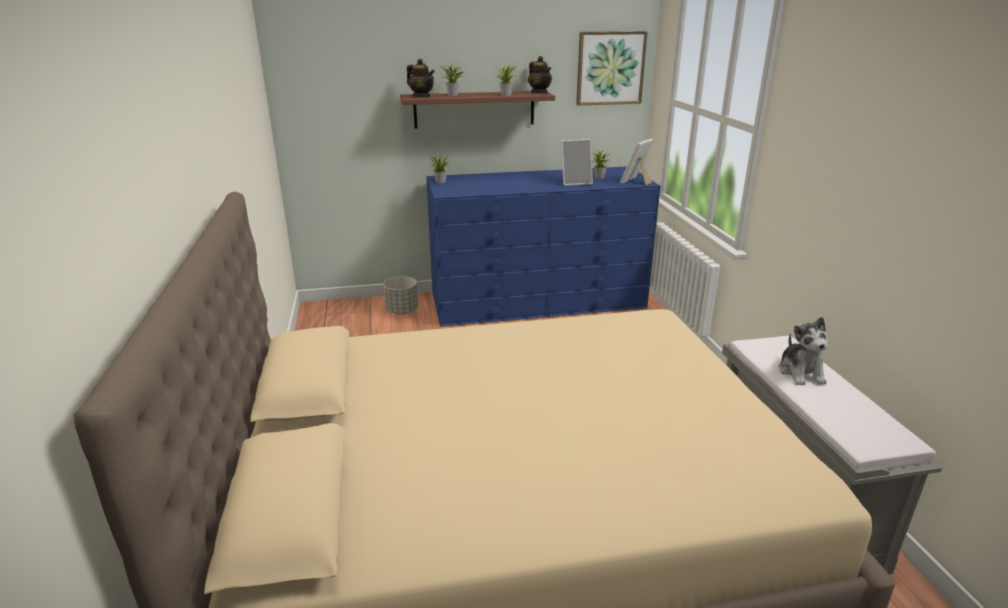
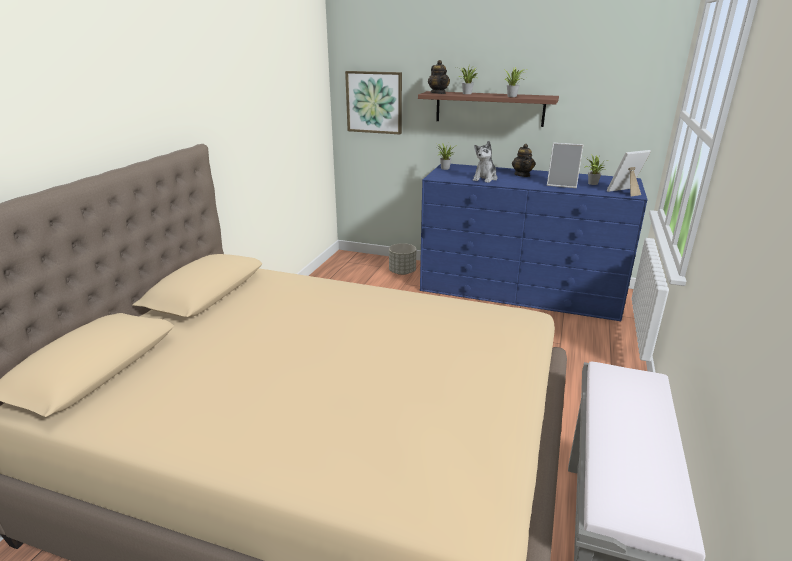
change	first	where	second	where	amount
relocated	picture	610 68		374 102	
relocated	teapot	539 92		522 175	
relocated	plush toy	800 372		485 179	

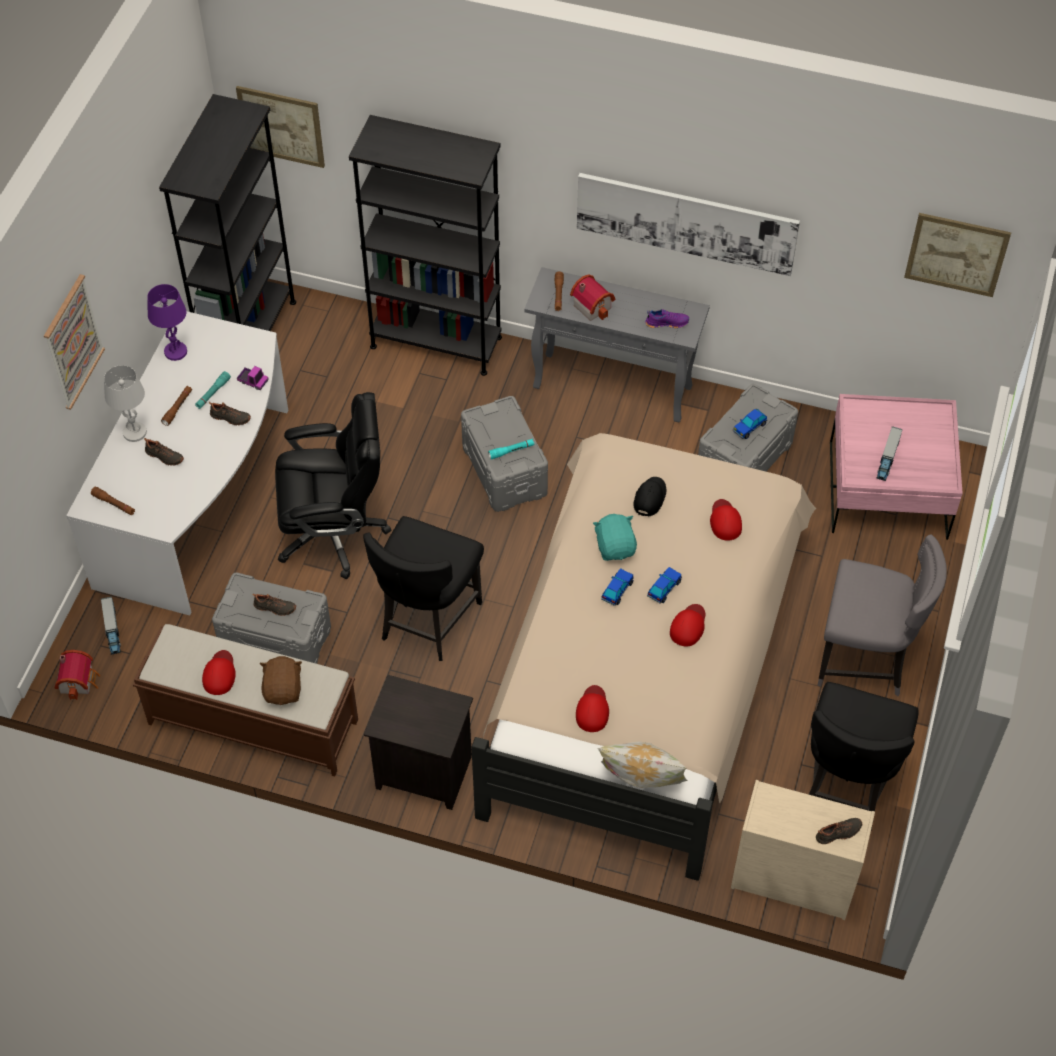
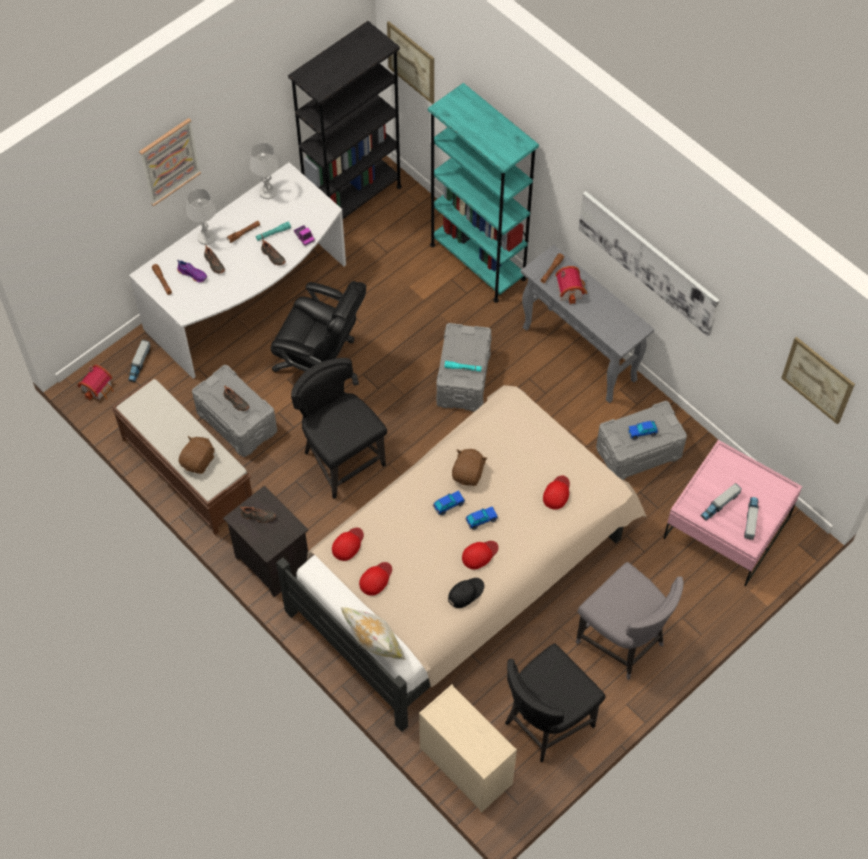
change	first	where	second	where	amount
colour	bookcase in black	436 342	bookcase in turquoise	477 262	
colour	table lamp in purple	175 351	table lamp in white	268 192	
relocated	shoe in purple	666 322		193 274	
relocated	cap in black	650 498		465 593	
colour	plush toy in turquoise	615 547	plush toy in brown	468 473	
spun	chair in black	427 620		342 459	90 degrees clockwise
relocated	cap in red	219 674		348 544	
relocated	shoe in black	838 833		258 516	
appeared			toy truck	751 519	

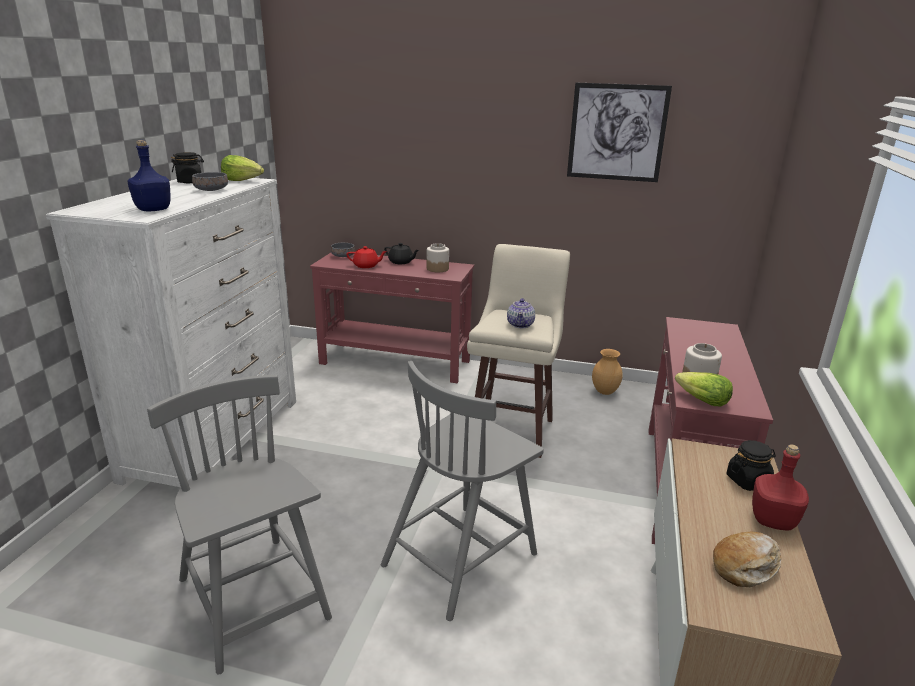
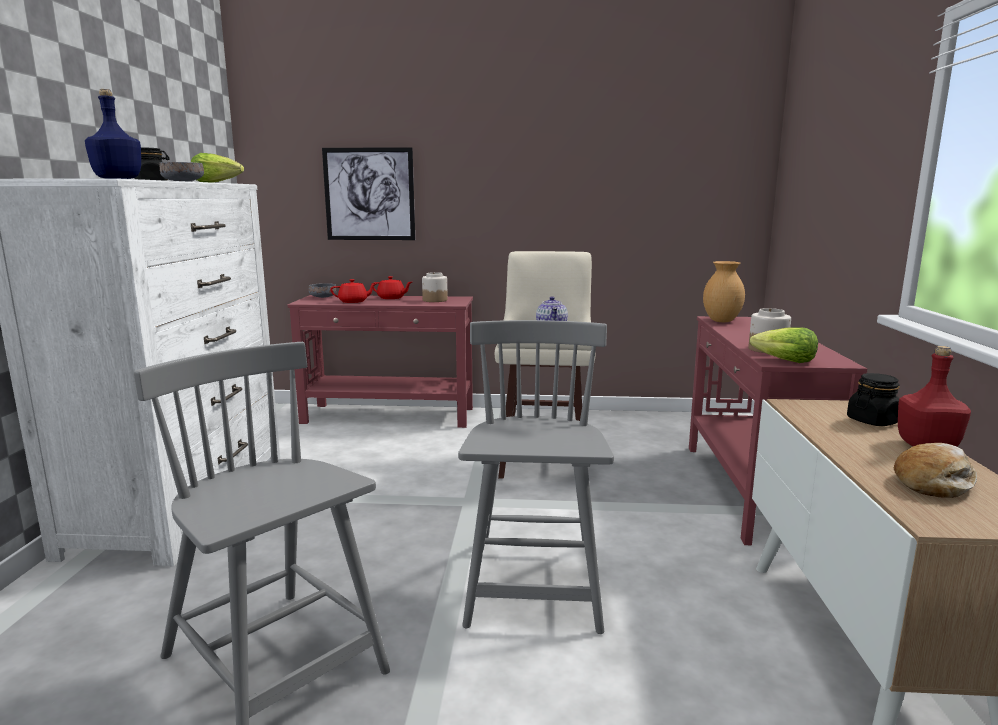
change	first	where	second	where	amount
relocated	picture	617 132		369 194	
colour	teapot in black	401 262	teapot in red	391 298	
relocated	vase in brown	605 392		722 321	
spun	chair in grey	461 557		534 584	150 degrees clockwise

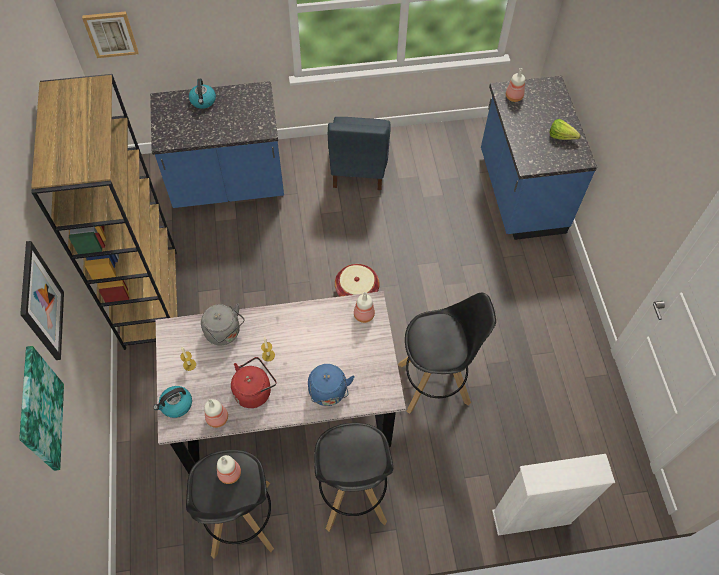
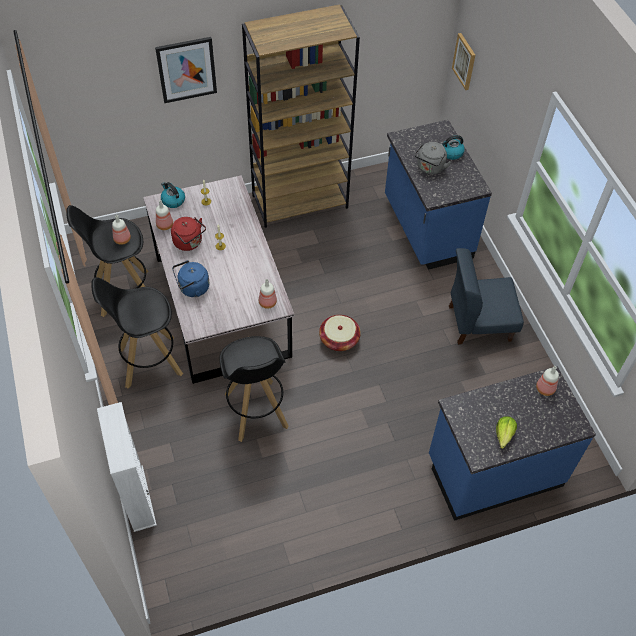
change	first	where	second	where	amount
relocated	kettle in grey	225 333		430 168	
missing	picture	39 410			

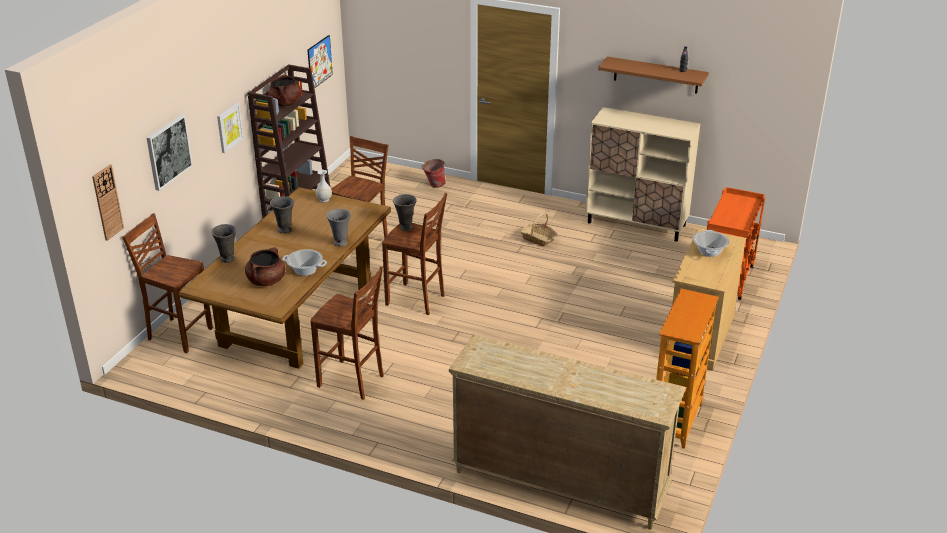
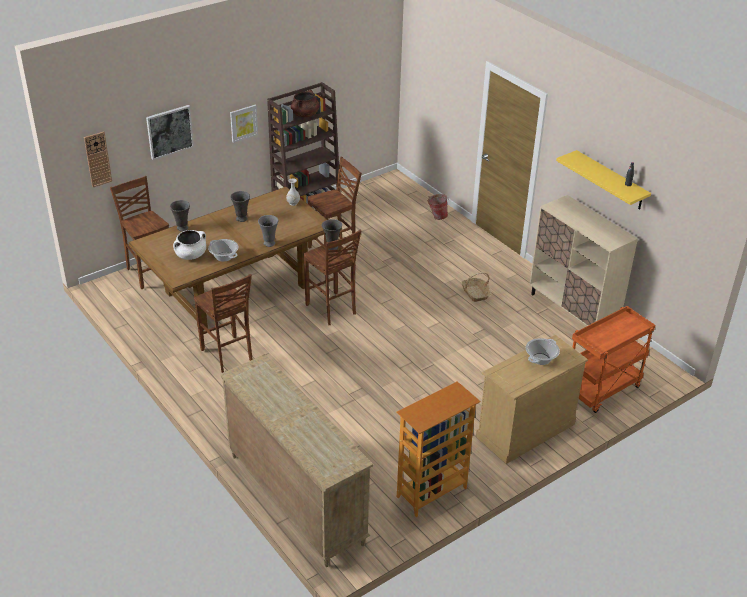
change	first	where	second	where	amount
missing	picture	319 62			
colour	shelf in brown	656 75	shelf in yellow	611 181	
colour	cooking pot in brown	266 281	cooking pot in white	191 255	

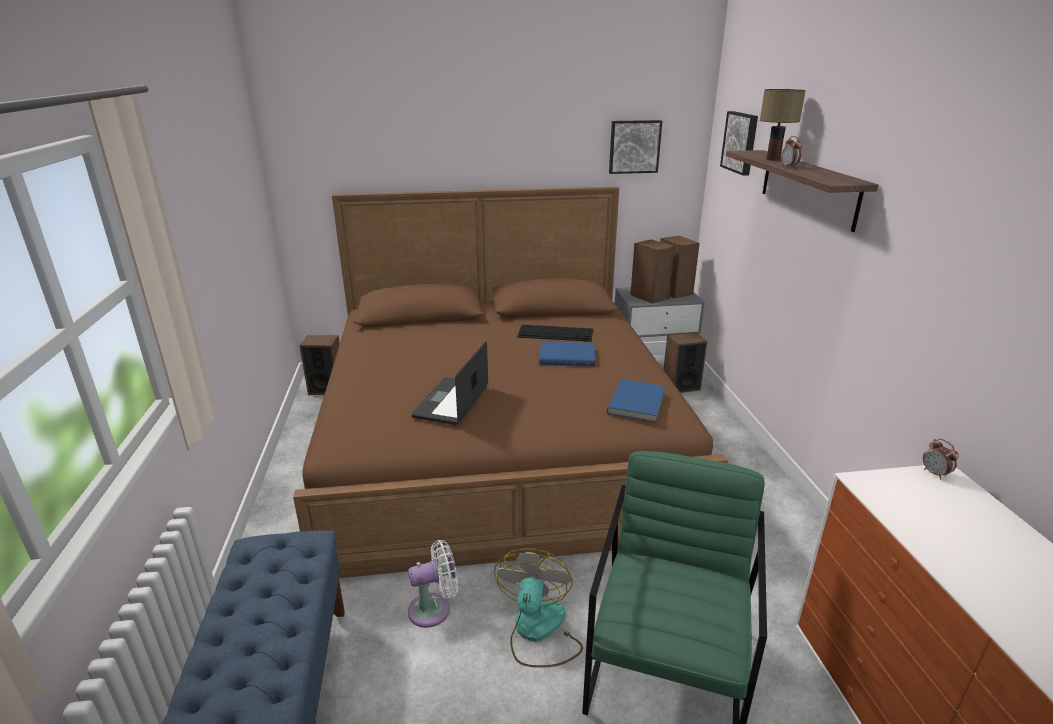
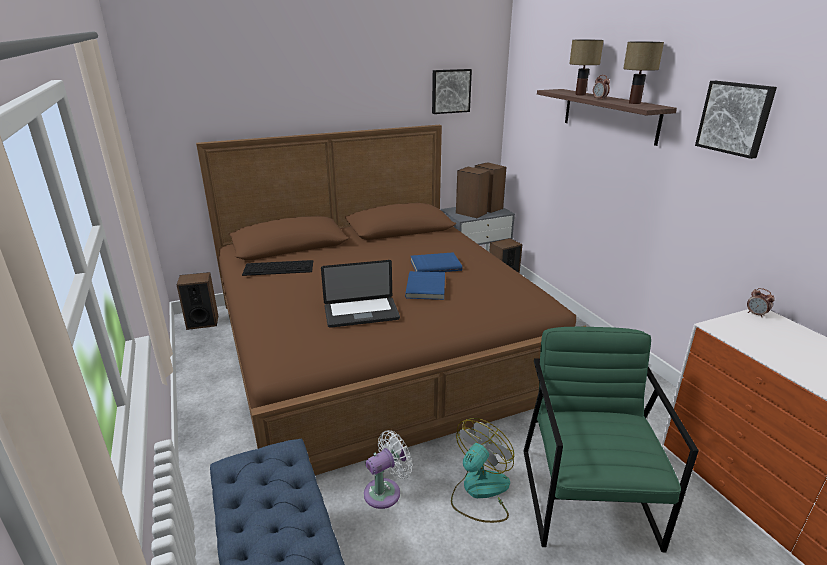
change	first	where	second	where	amount
relocated	picture	741 142		735 118	
relocated	keyboard	556 333		279 267	
spun	laptop	451 402		361 313	105 degrees counterclockwise
relocated	book in blue	638 403		427 287	
spun	fan	538 632		479 491	45 degrees clockwise
appeared			table lamp	635 103	

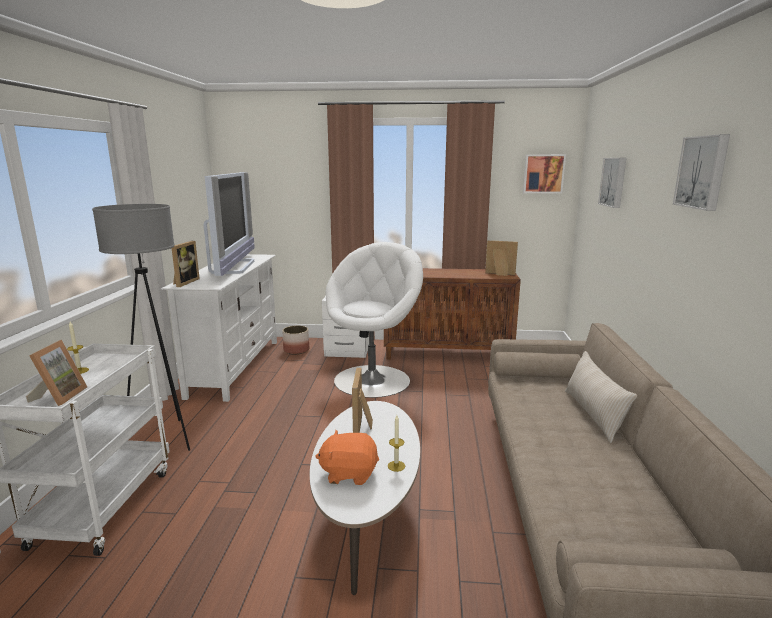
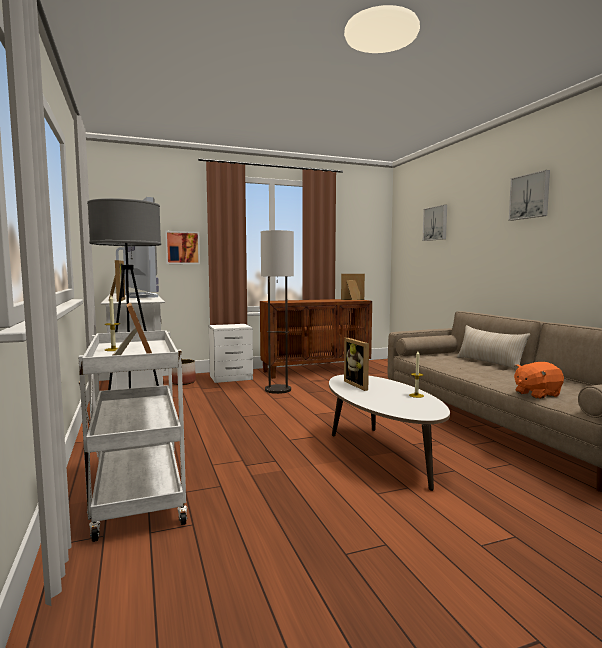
change	first	where	second	where	amount
relocated	picture	543 173		182 247	
exchanged	armchair in white	373 380	floor lamp	278 390	
relocated	plush toy in orange	349 473		536 394	

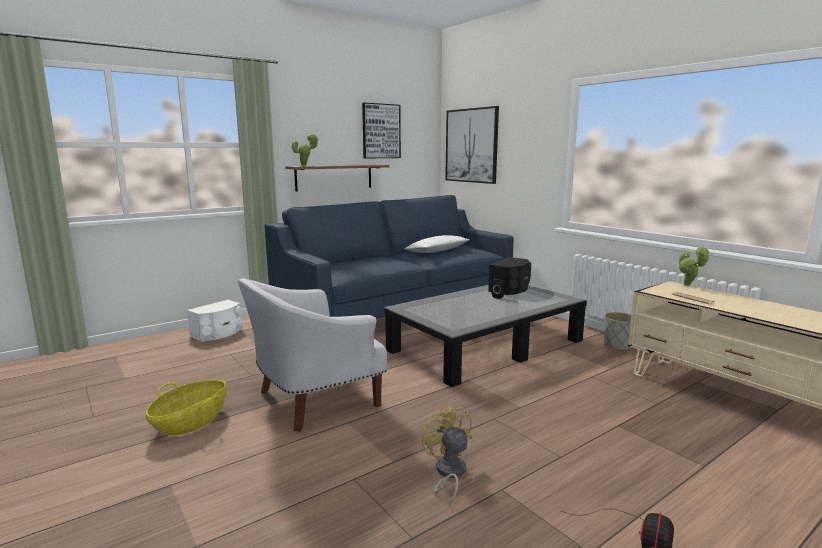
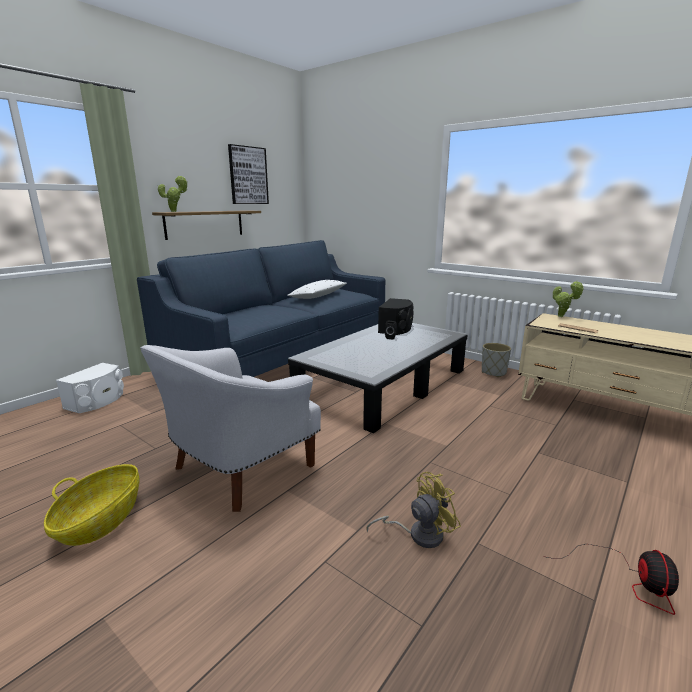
change	first	where	second	where	amount
missing	picture	471 145			
spun	fan in yellow	448 473		418 534	105 degrees clockwise

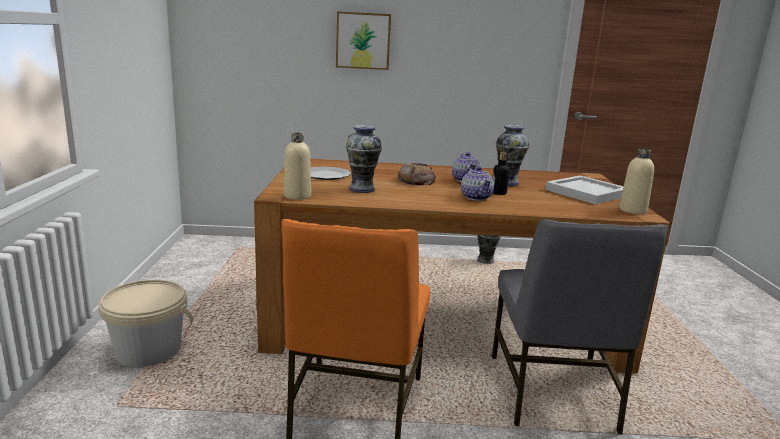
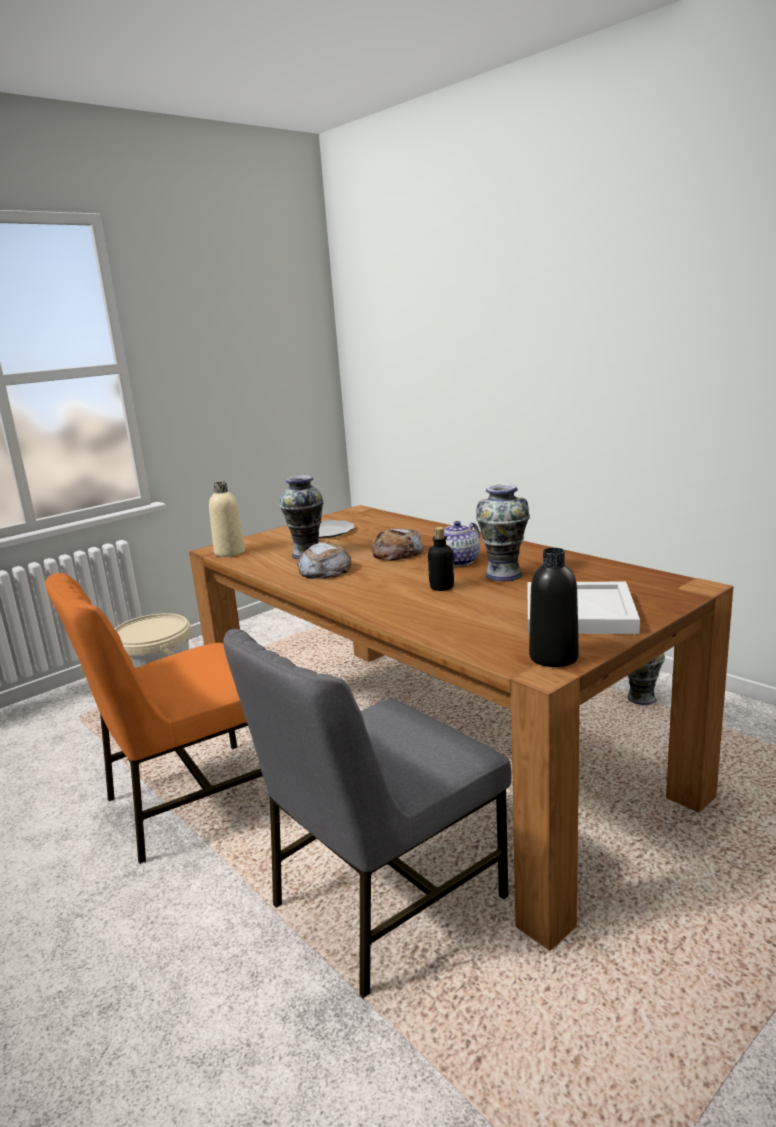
change	first	where	second	where	amount
missing	picture	363 41			
colour	bottle in beige	632 210	bottle in black	553 657	
missing	teapot	476 197			
appeared			bread	324 570	

